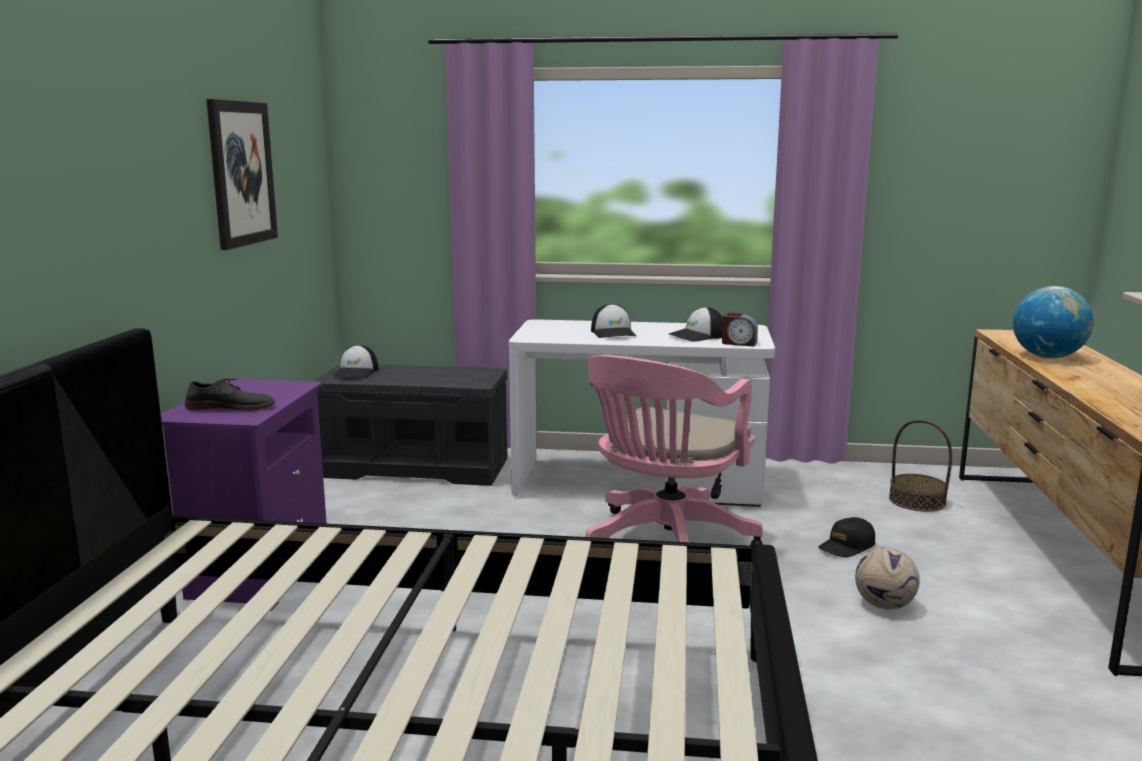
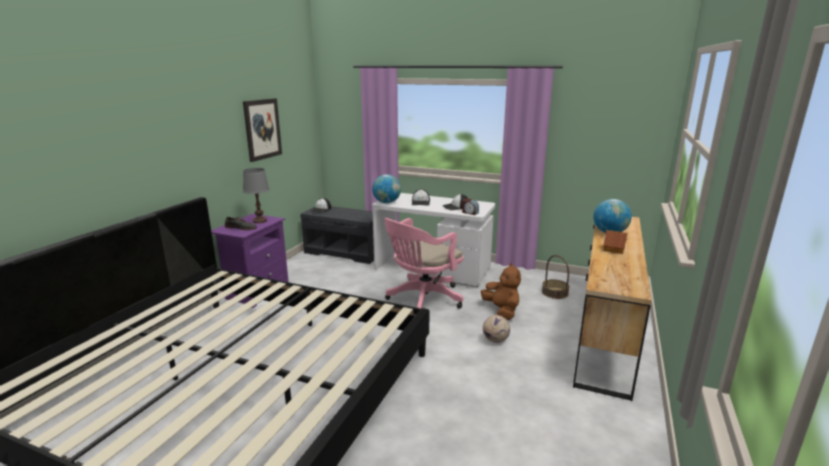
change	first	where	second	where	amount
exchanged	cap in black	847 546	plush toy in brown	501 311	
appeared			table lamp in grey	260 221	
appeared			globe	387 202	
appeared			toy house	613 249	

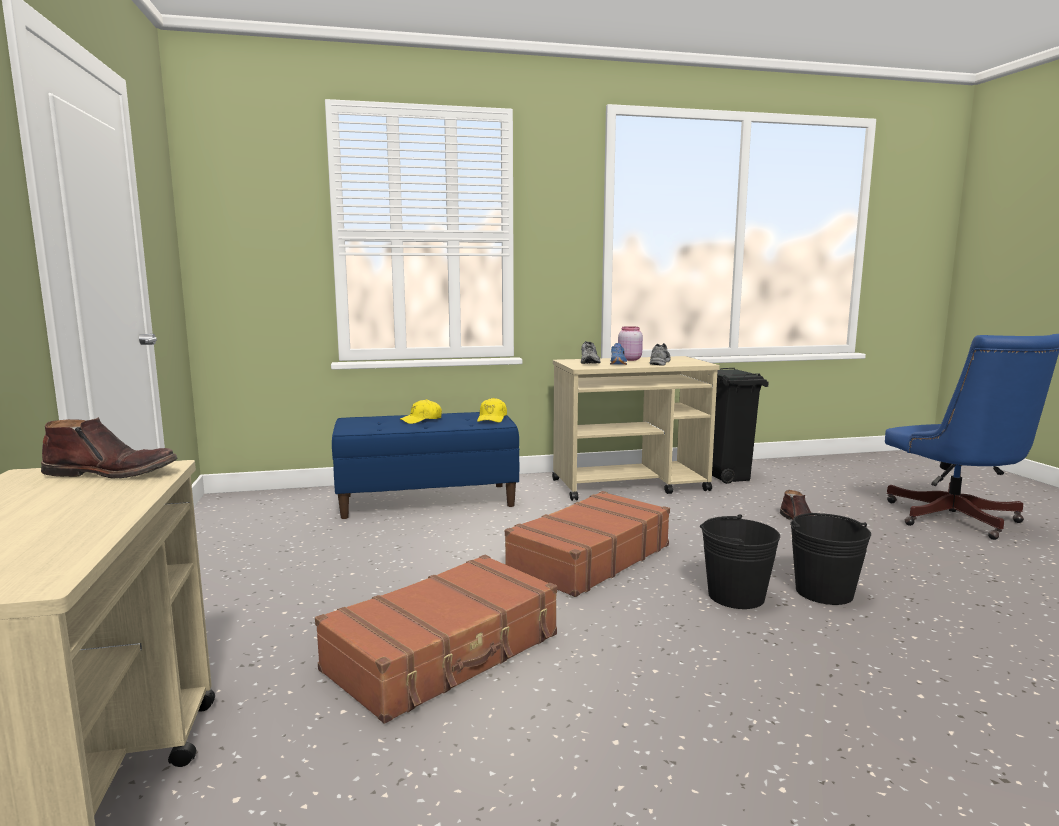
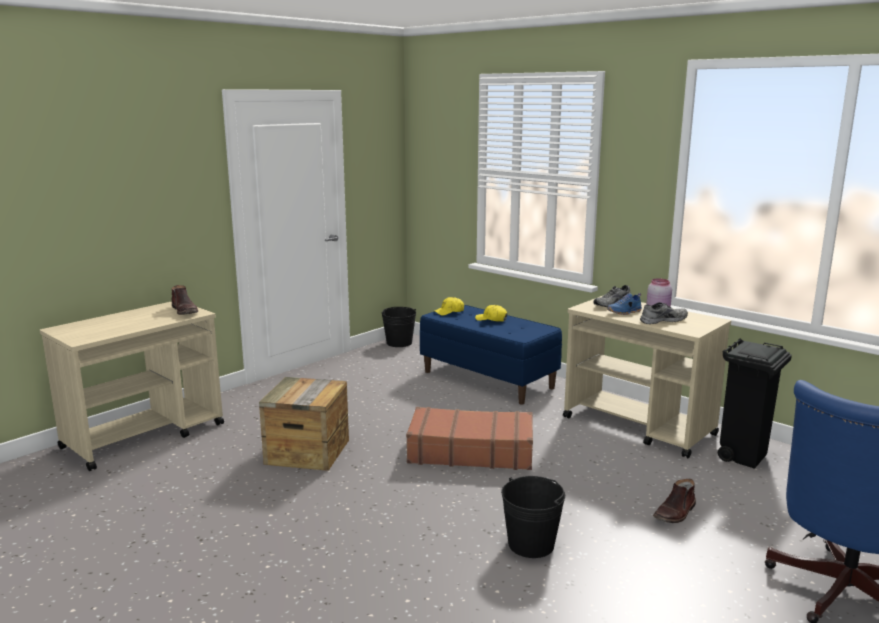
change	first	where	second	where	amount
relocated	cap in yellow	492 419		449 312	
relocated	bucket in black	736 596		399 343	
exchanged	suitcase in brown	445 653	crate	307 452	

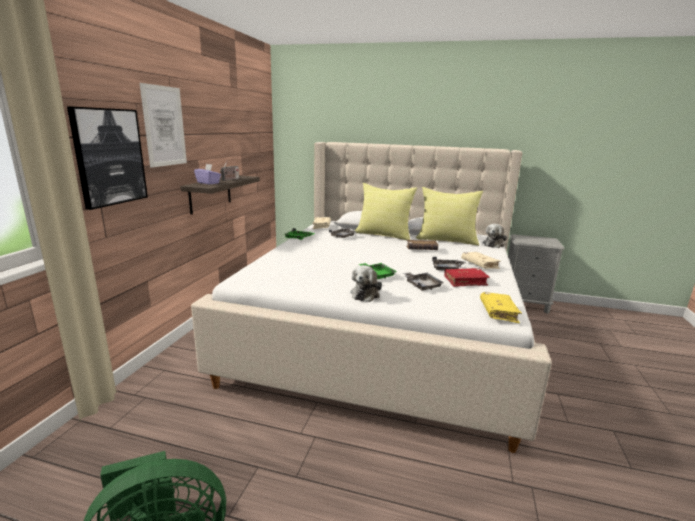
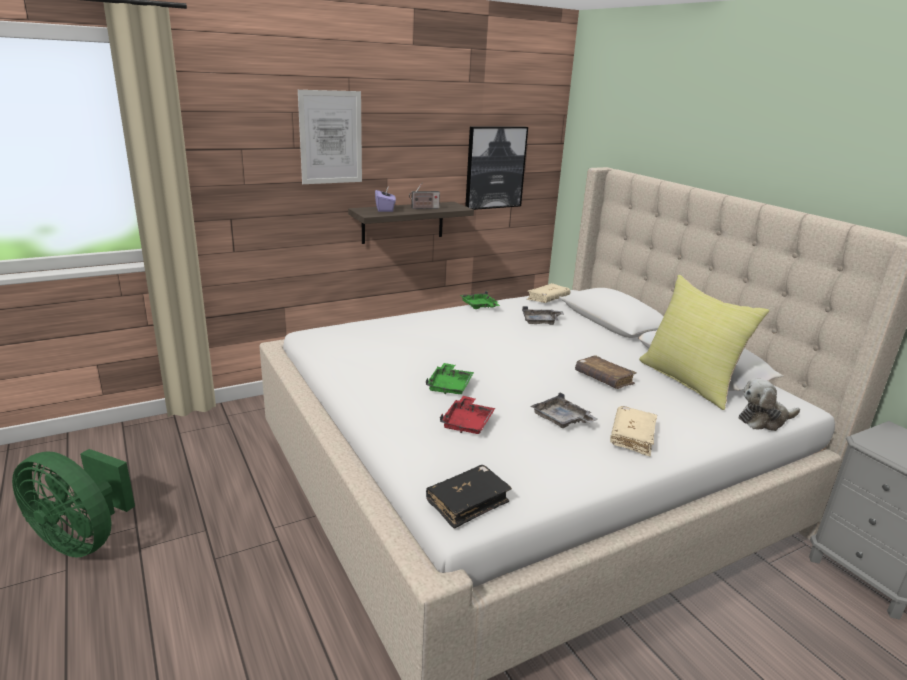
change	first	where	second	where	amount
relocated	picture	109 157		495 167	
missing	pillow in yellow	384 235			
missing	plush toy	365 294			
missing	book in red	465 281			
colour	tray in grey	422 285	tray in red	467 423	
colour	book in yellow	498 312	book in black	467 502	

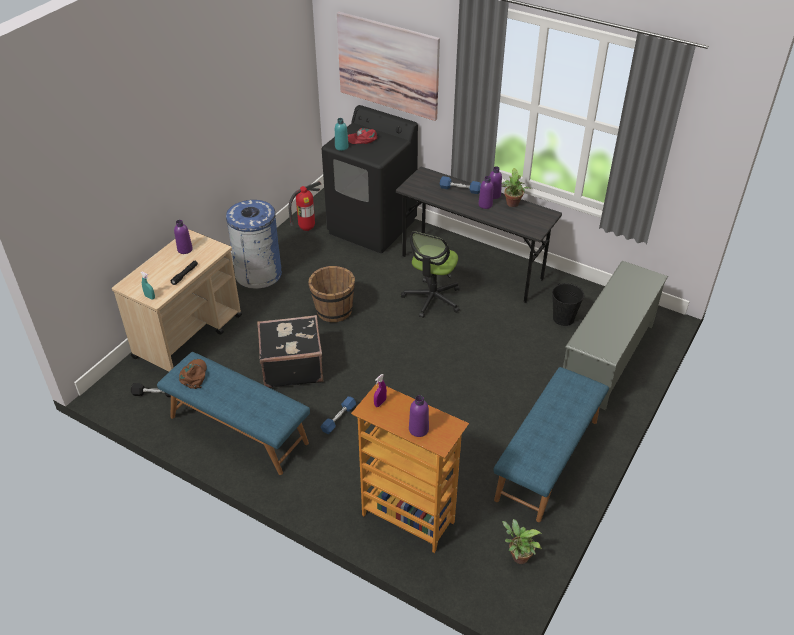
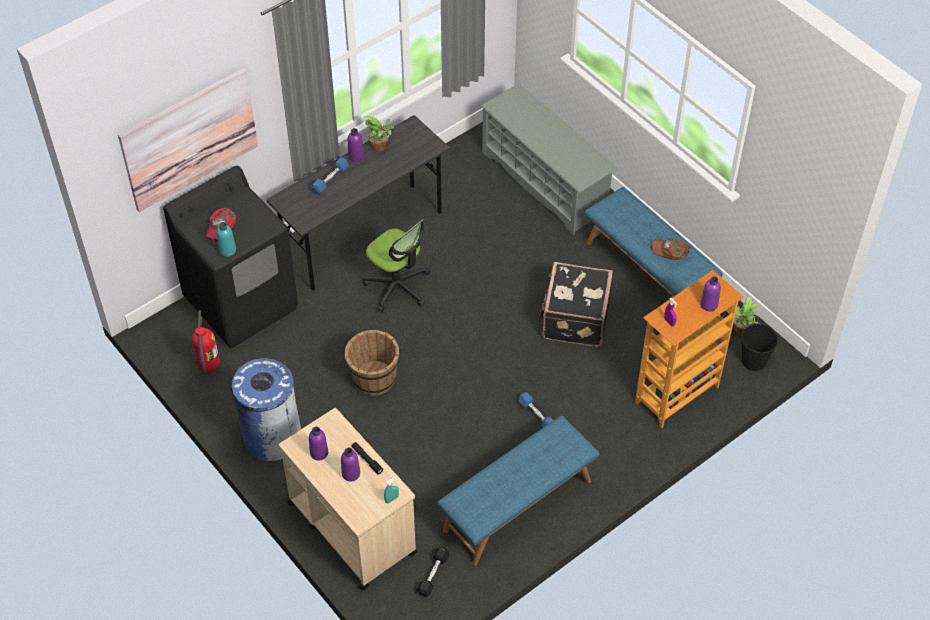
change	first	where	second	where	amount
relocated	bottle in purple	485 205		351 473	
relocated	bucket in black	563 318		754 361	
relocated	suitcase in black	291 366		574 319	
relocated	cap in brown	194 375		670 250	

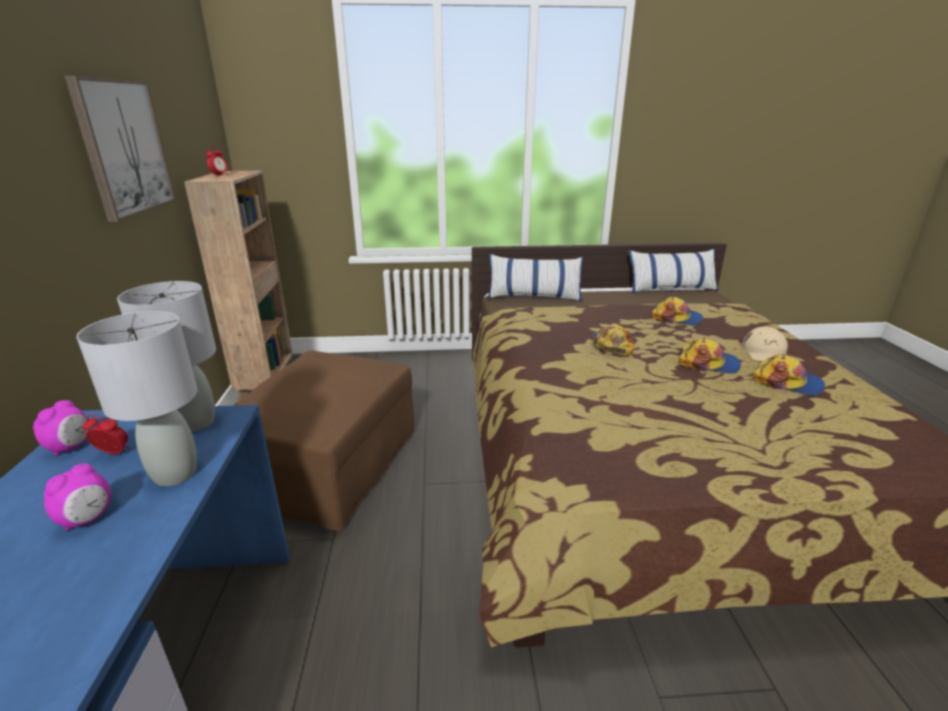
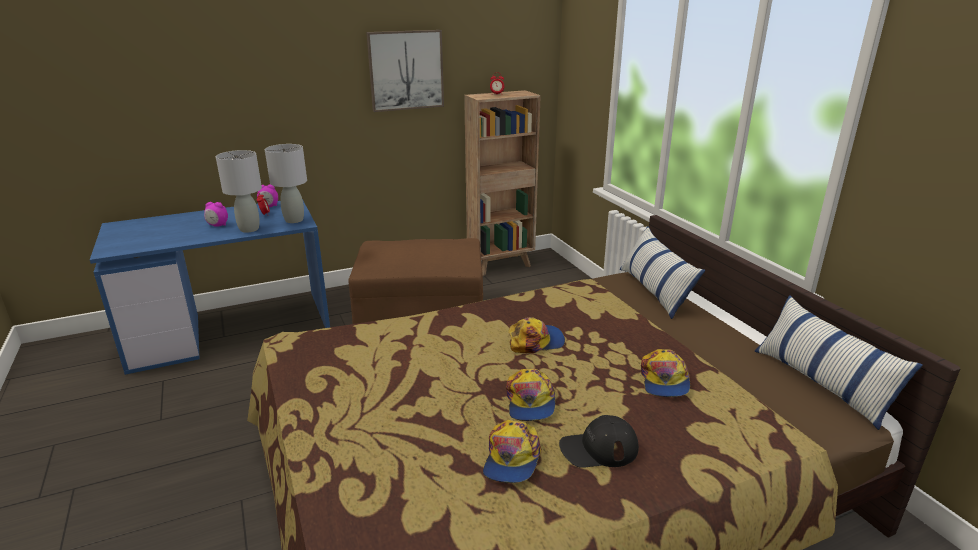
change	first	where	second	where	amount
colour	cap in beige	765 353	cap in black	598 449	

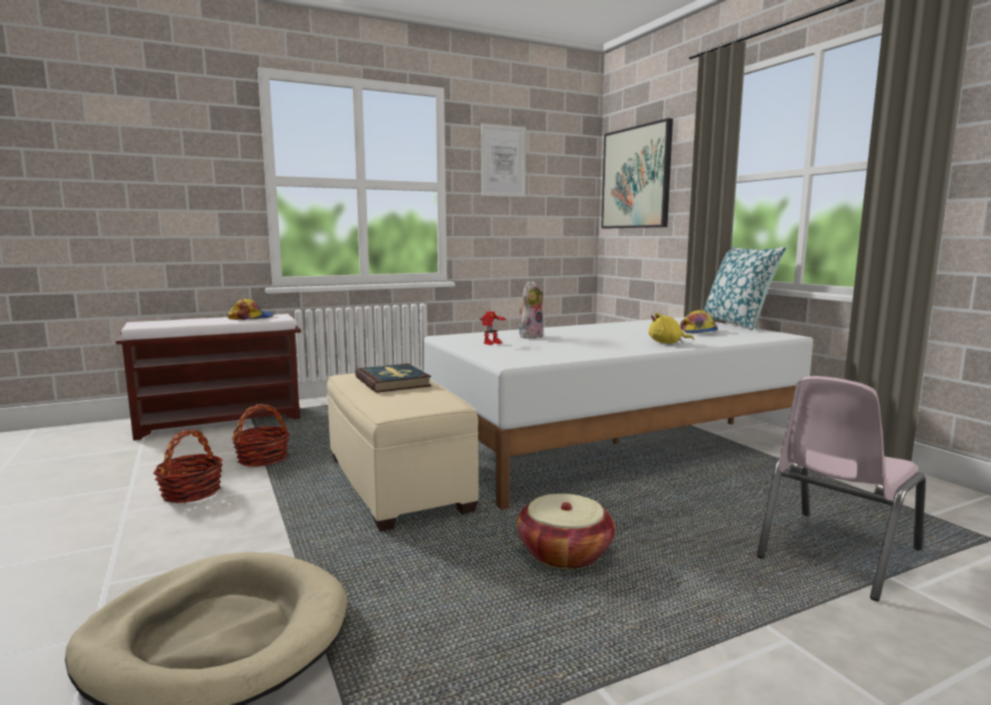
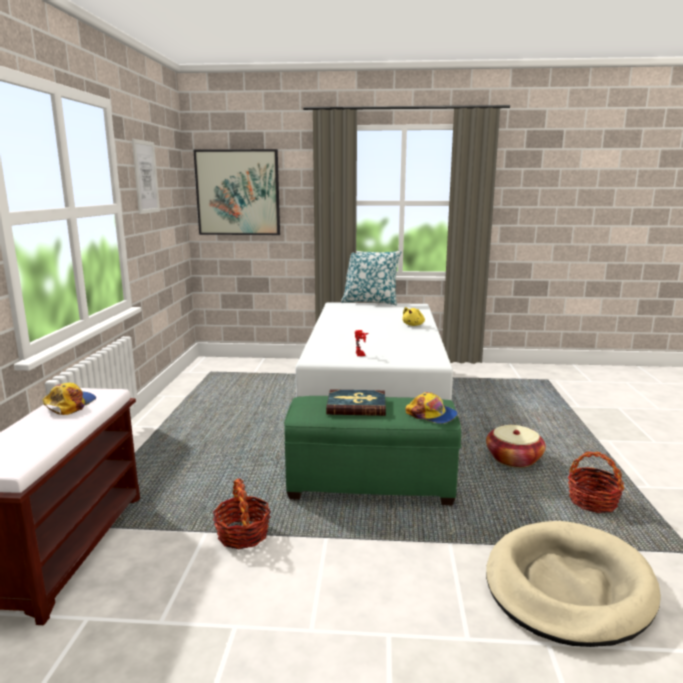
change	first	where	second	where	amount
missing	plush toy	530 336			
relocated	cap	698 331		432 415	
colour	ottoman in beige	397 483	ottoman in green	371 483	
missing	chair in pink	836 553			
relocated	basket	191 492		592 501	

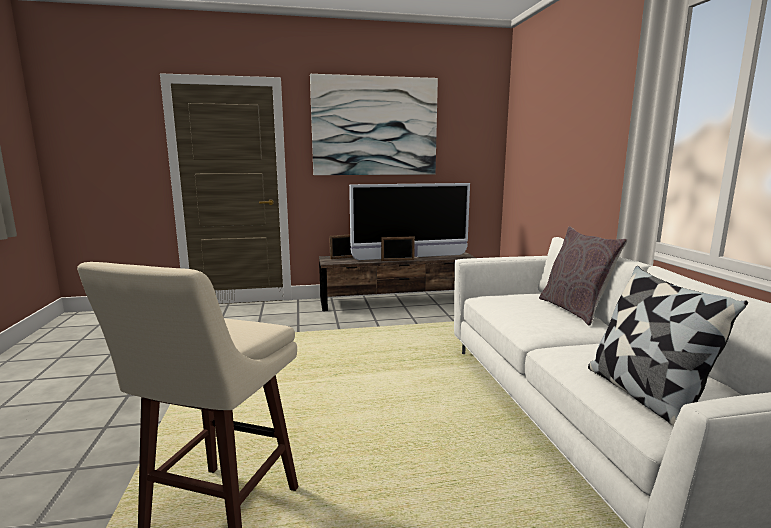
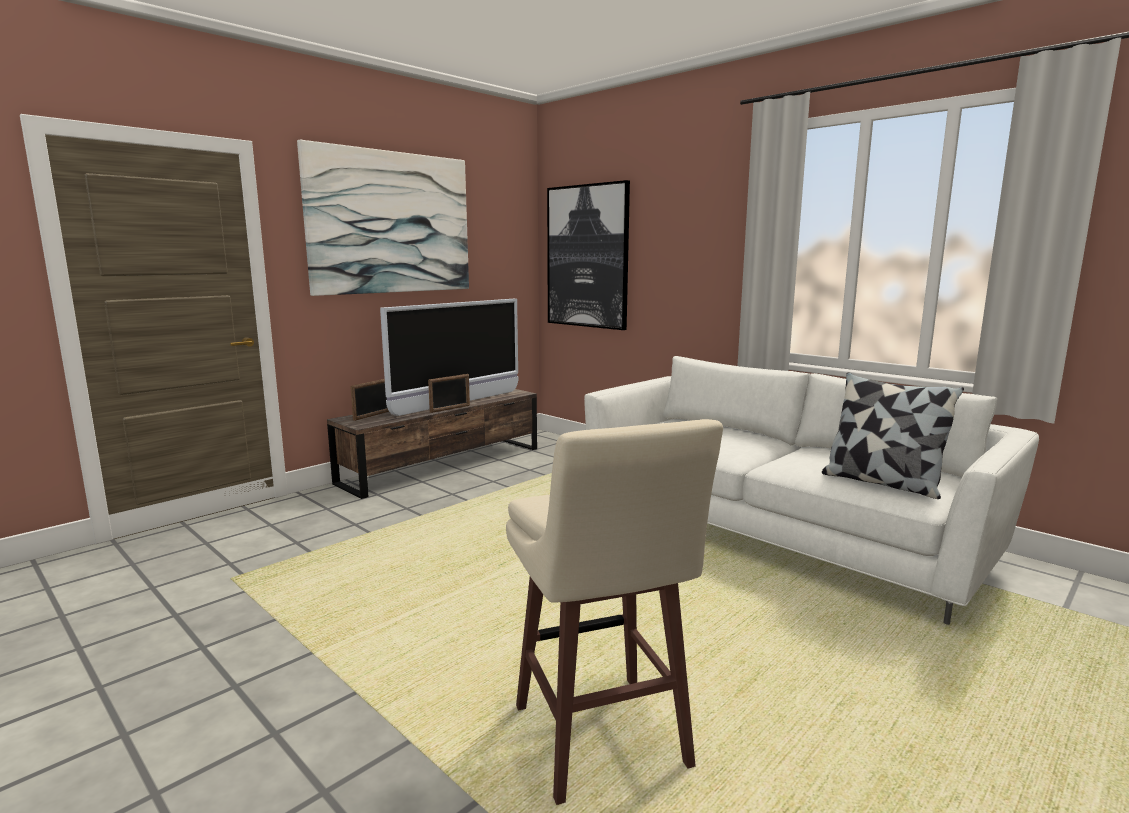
change	first	where	second	where	amount
missing	pillow in grey	574 310			
appeared			picture	587 257	

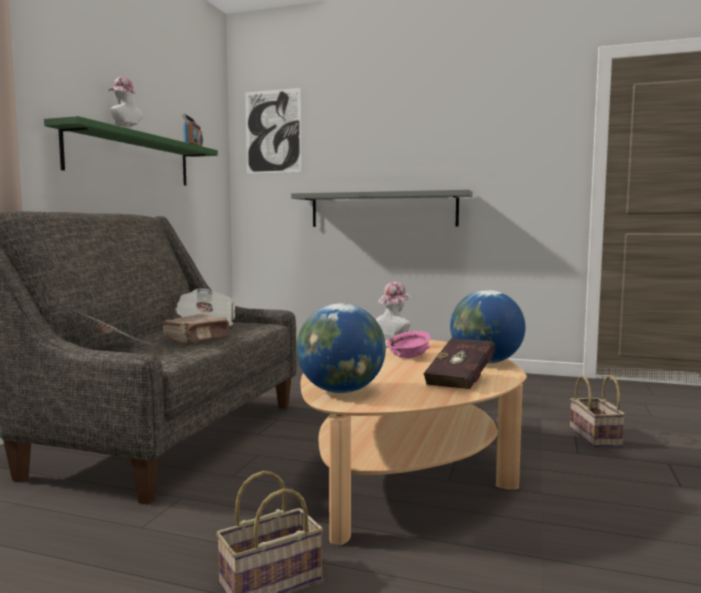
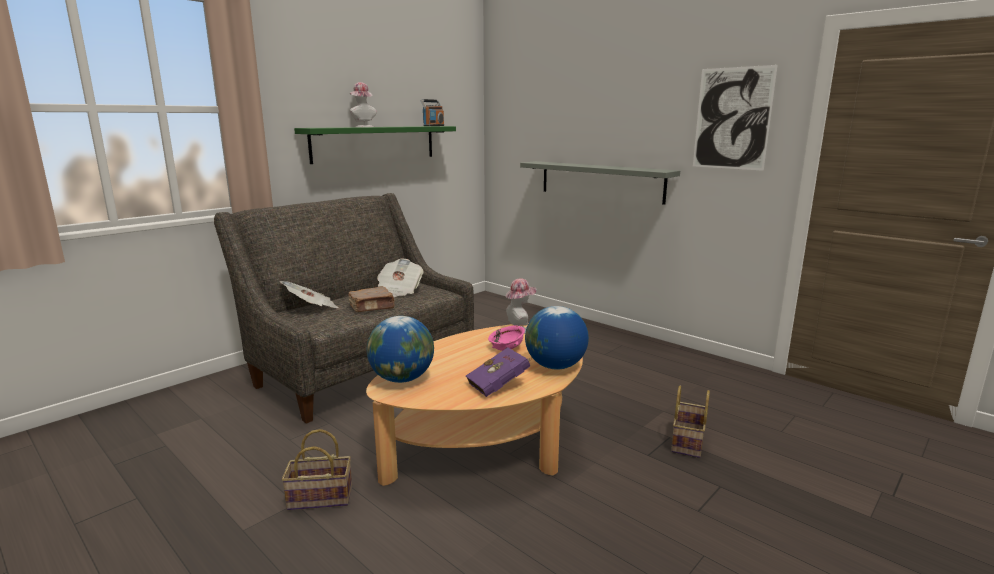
change	first	where	second	where	amount
relocated	picture	273 131		732 118	
colour	book in red	462 381	book in purple	500 385	

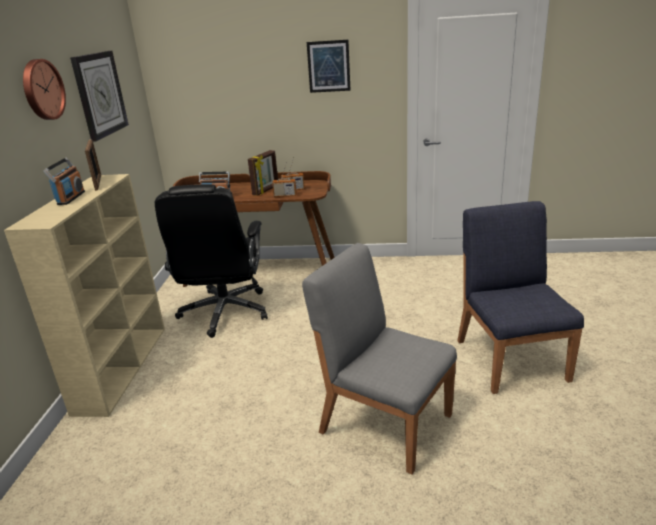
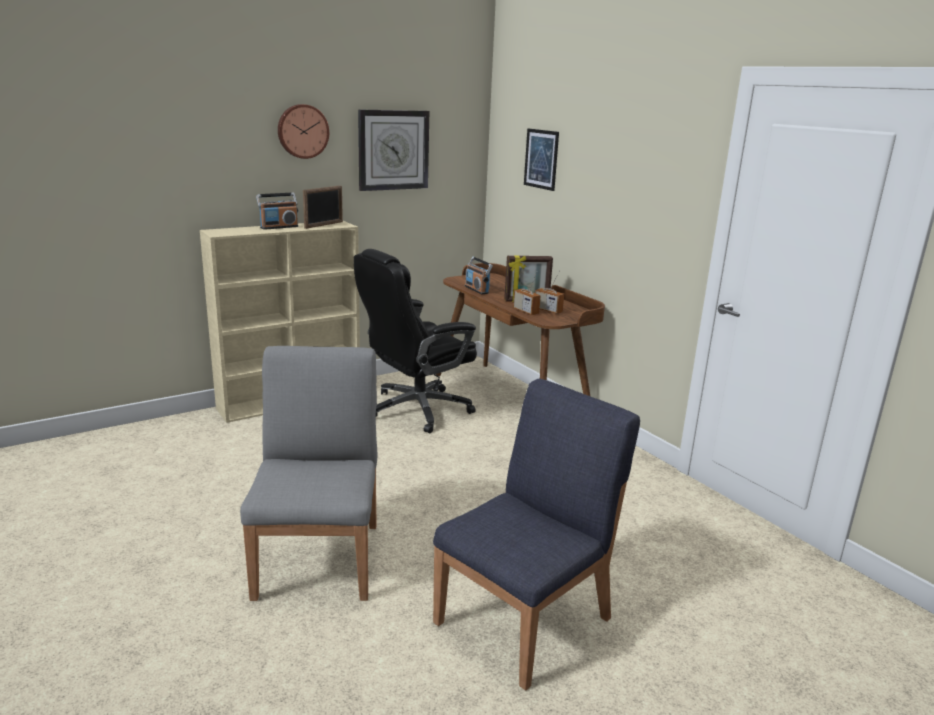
change	first	where	second	where	amount
relocated	picture	328 66		541 159	

